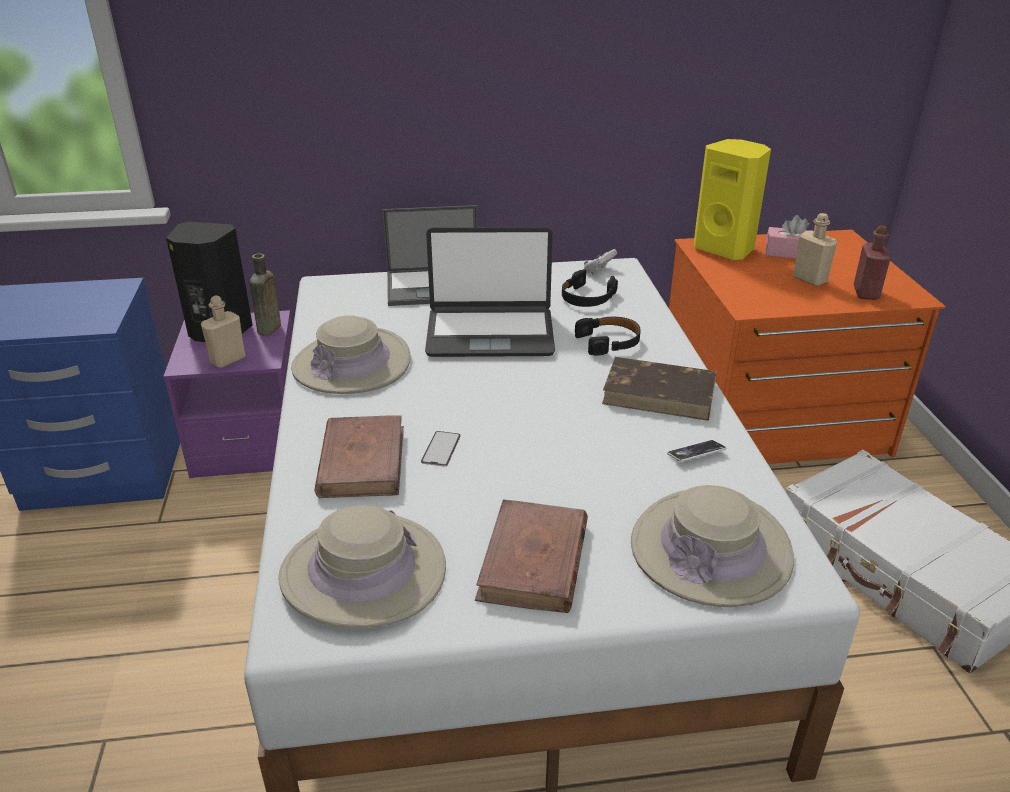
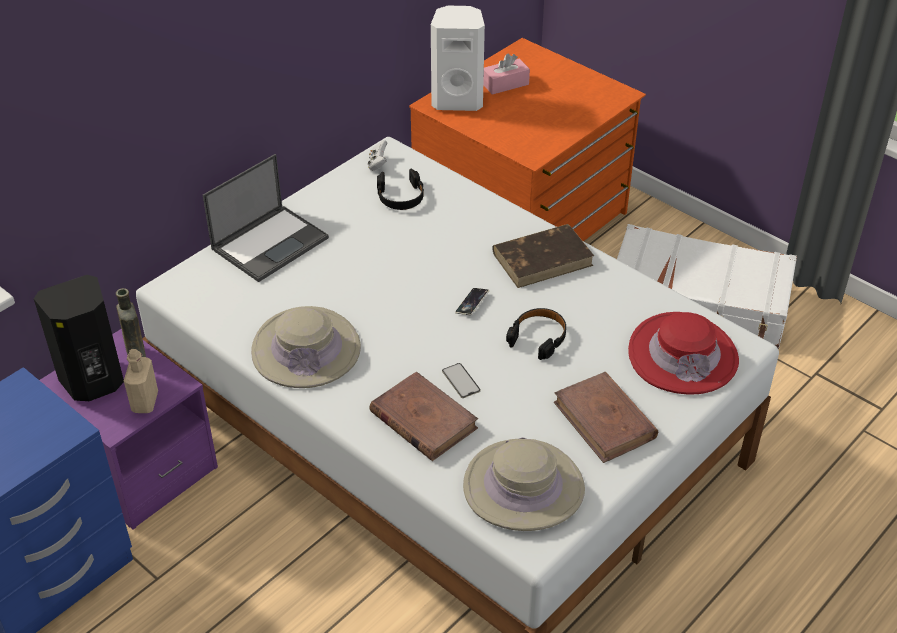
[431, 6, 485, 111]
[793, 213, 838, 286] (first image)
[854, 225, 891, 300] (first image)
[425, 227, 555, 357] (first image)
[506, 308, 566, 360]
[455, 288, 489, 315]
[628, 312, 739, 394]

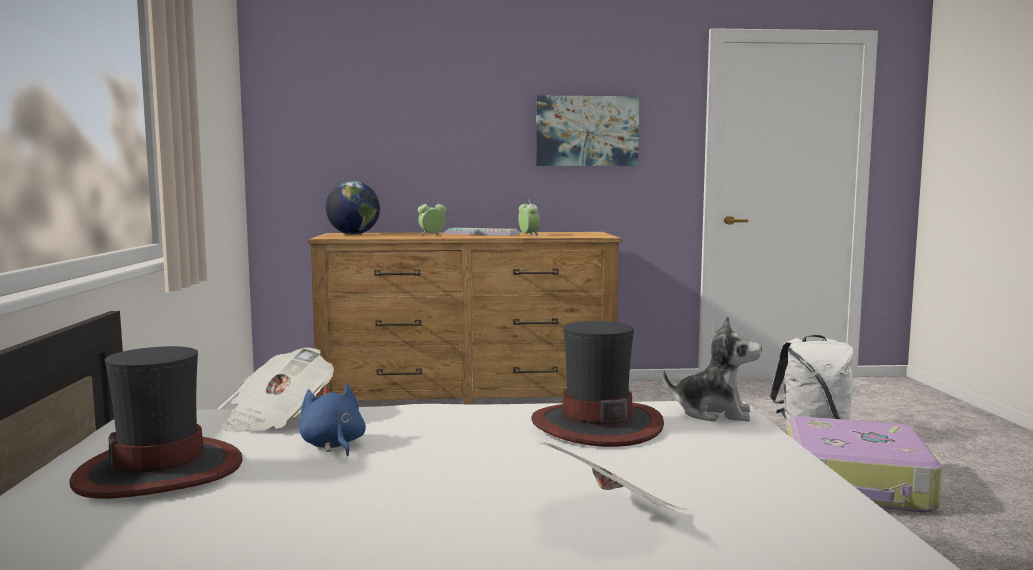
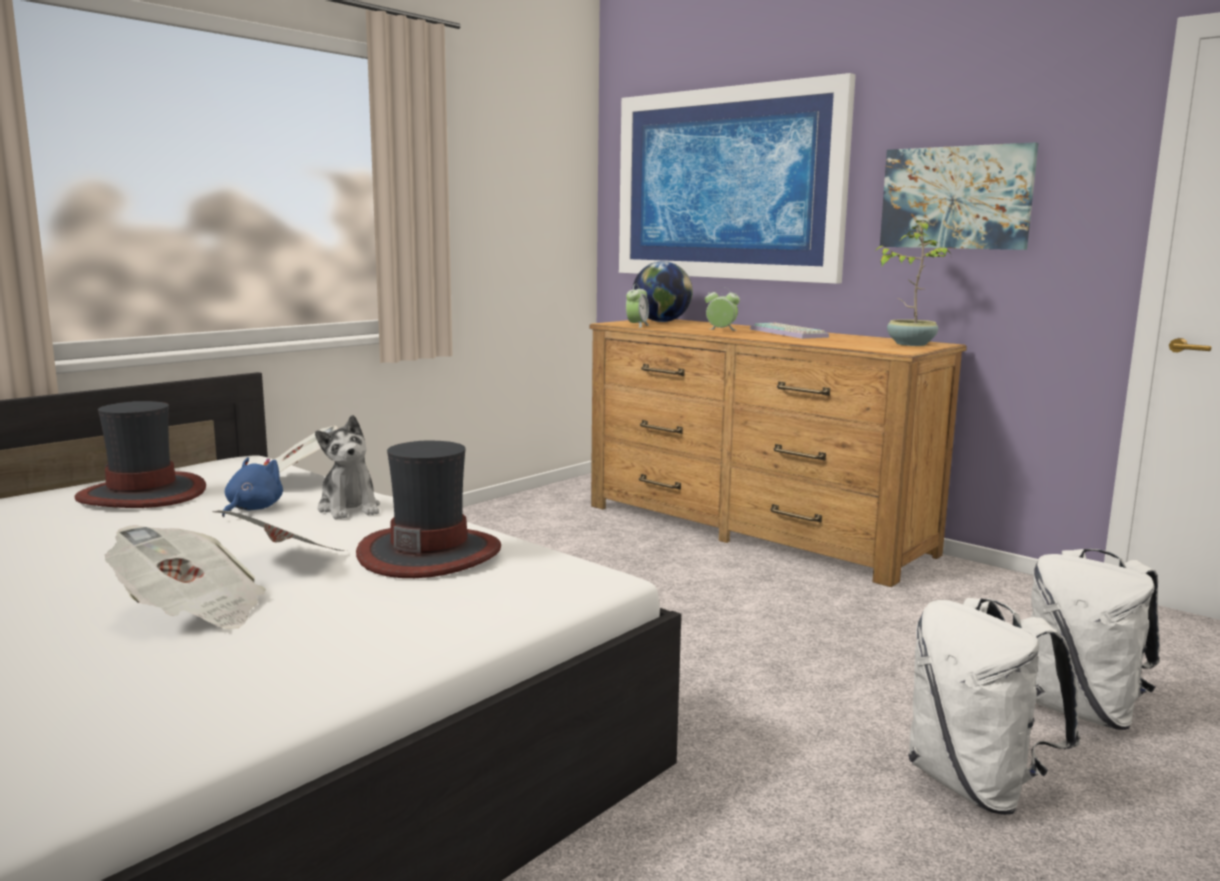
[626, 284, 649, 328]
[315, 415, 380, 520]
[908, 598, 1081, 815]
[619, 73, 856, 284]
[874, 220, 951, 346]
[213, 510, 345, 551]

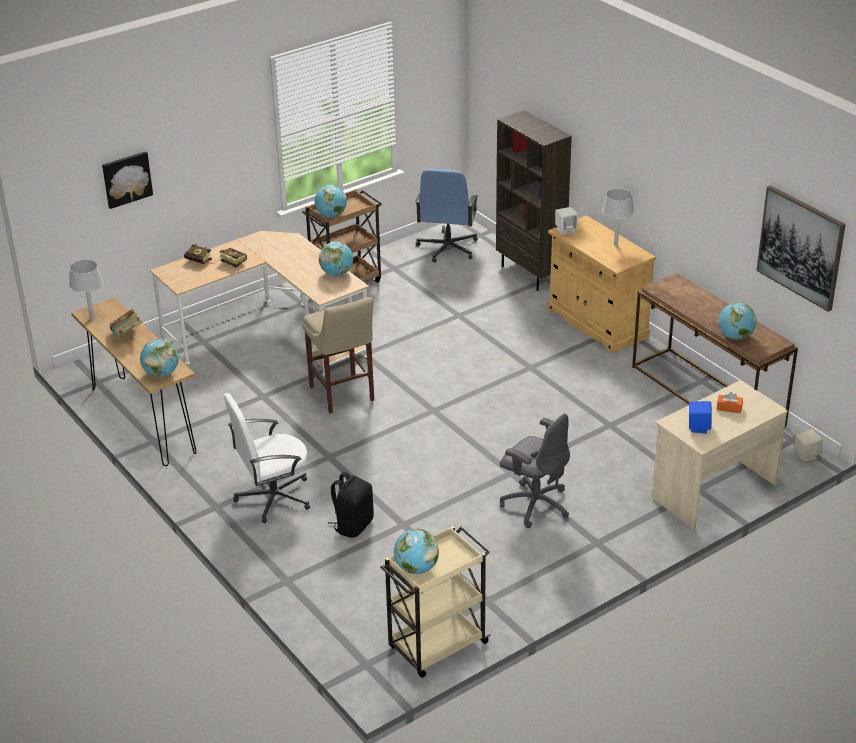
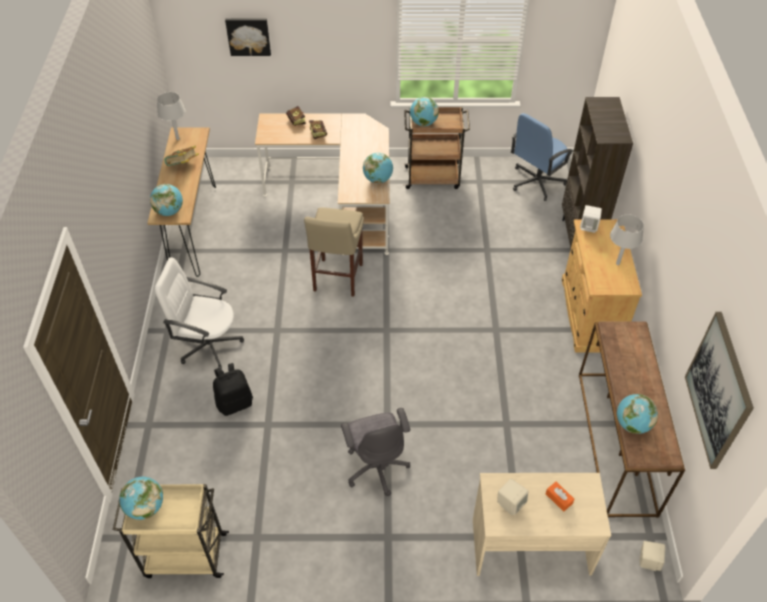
[497, 479, 528, 515]

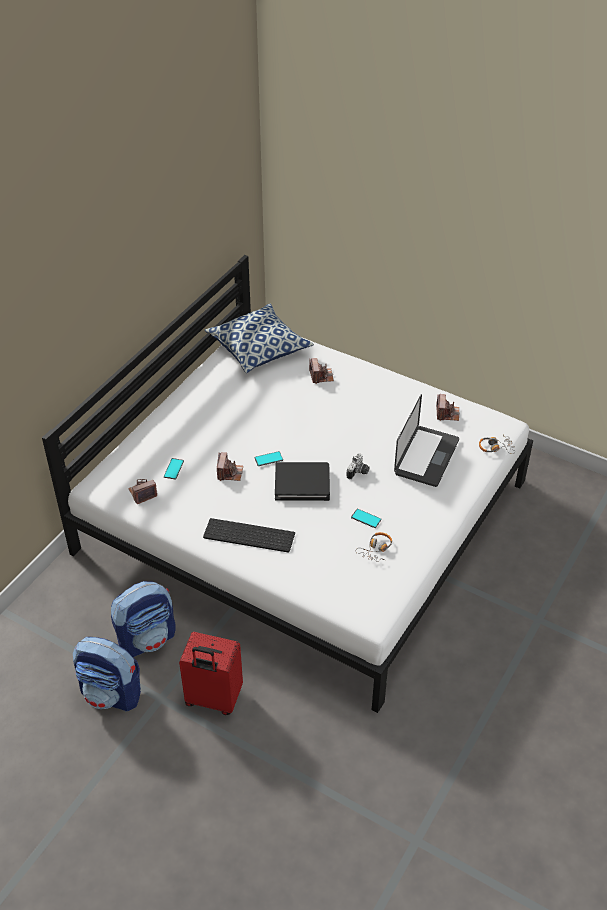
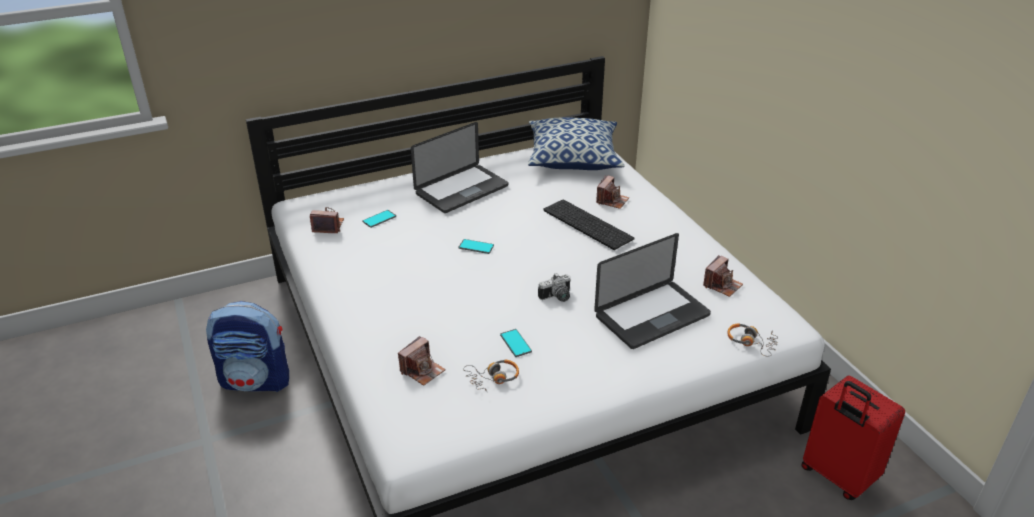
[398, 336, 446, 386]
[275, 462, 330, 501] (first image)
[543, 200, 635, 250]
[801, 376, 905, 500]
[73, 637, 141, 711] (first image)
[411, 122, 508, 213]

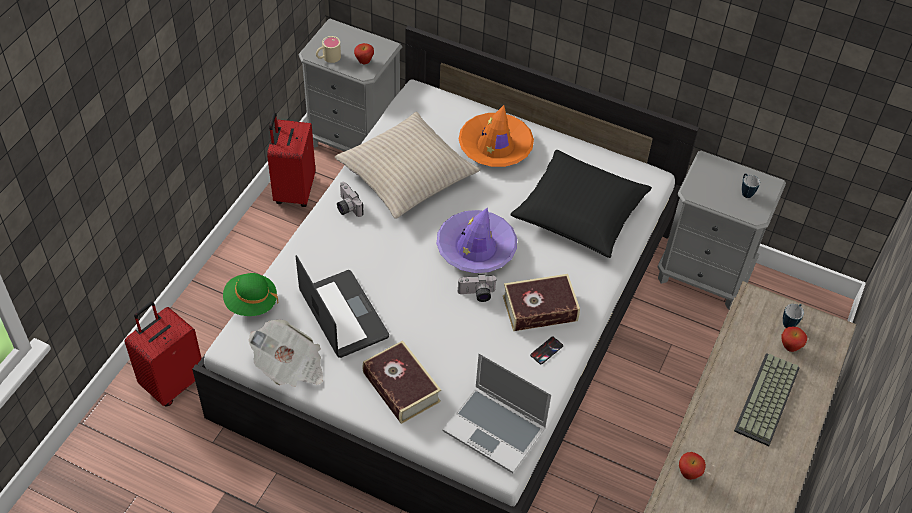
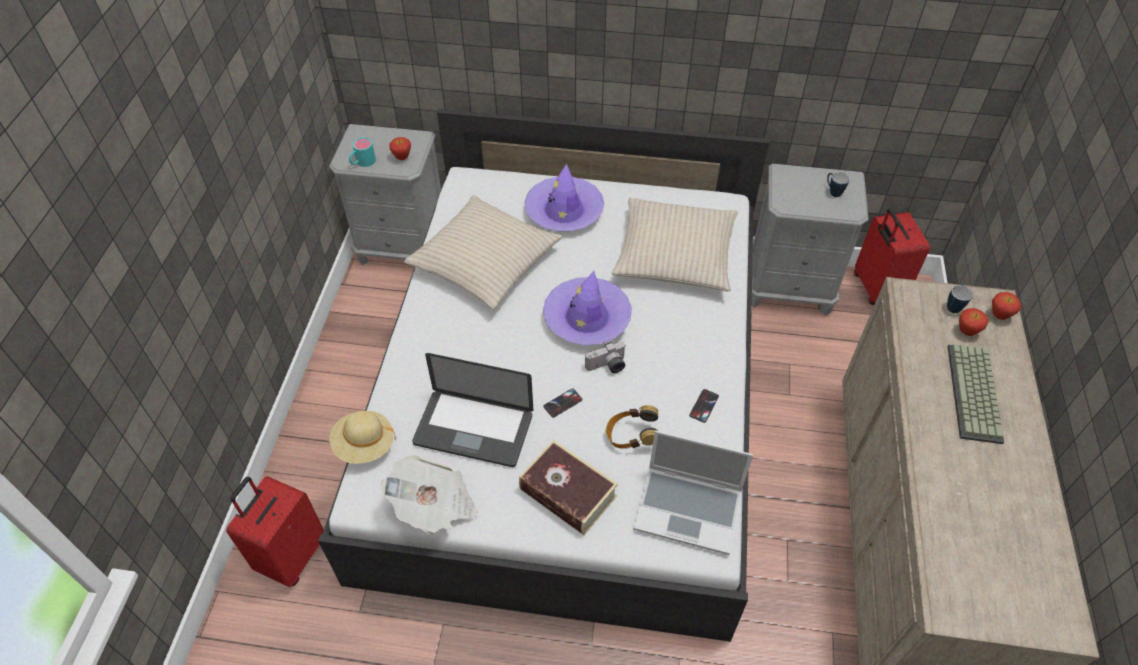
[349, 138, 376, 167]
[524, 164, 604, 231]
[854, 208, 930, 305]
[611, 198, 738, 291]
[337, 182, 364, 217] (first image)
[412, 353, 533, 467]
[329, 411, 395, 464]
[503, 274, 580, 331] (first image)
[992, 292, 1021, 320]
[543, 388, 582, 418]
[606, 405, 658, 449]

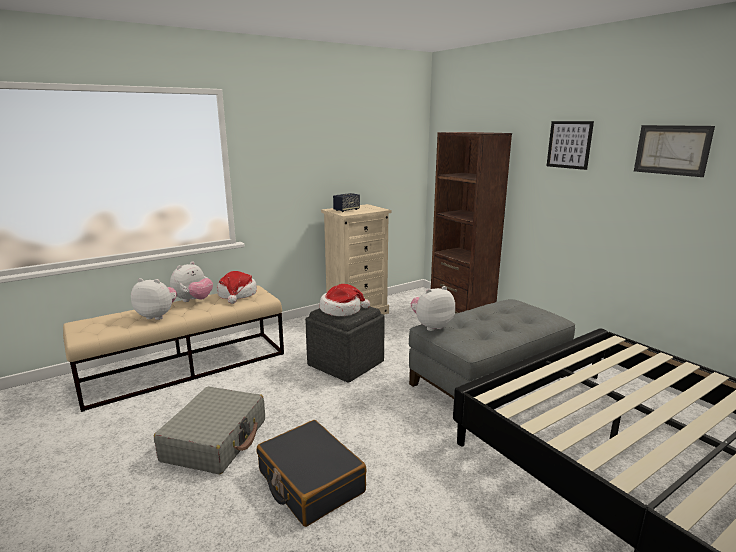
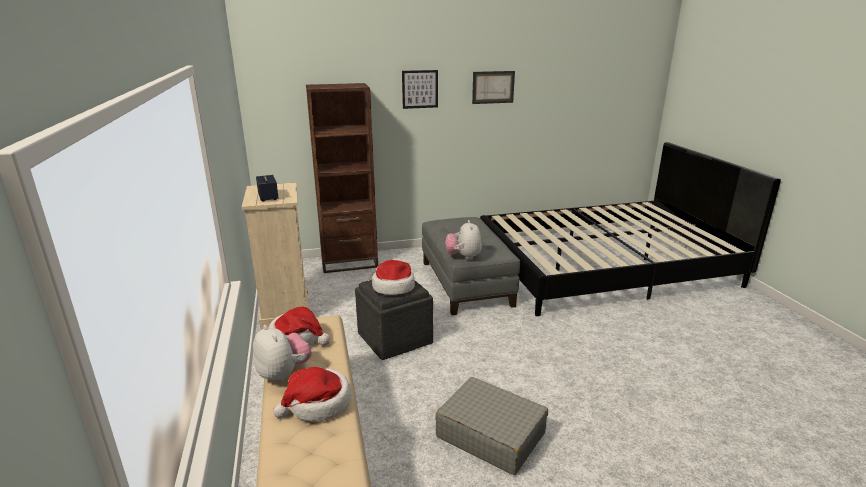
[273, 367, 352, 422]
[257, 420, 367, 527] (first image)

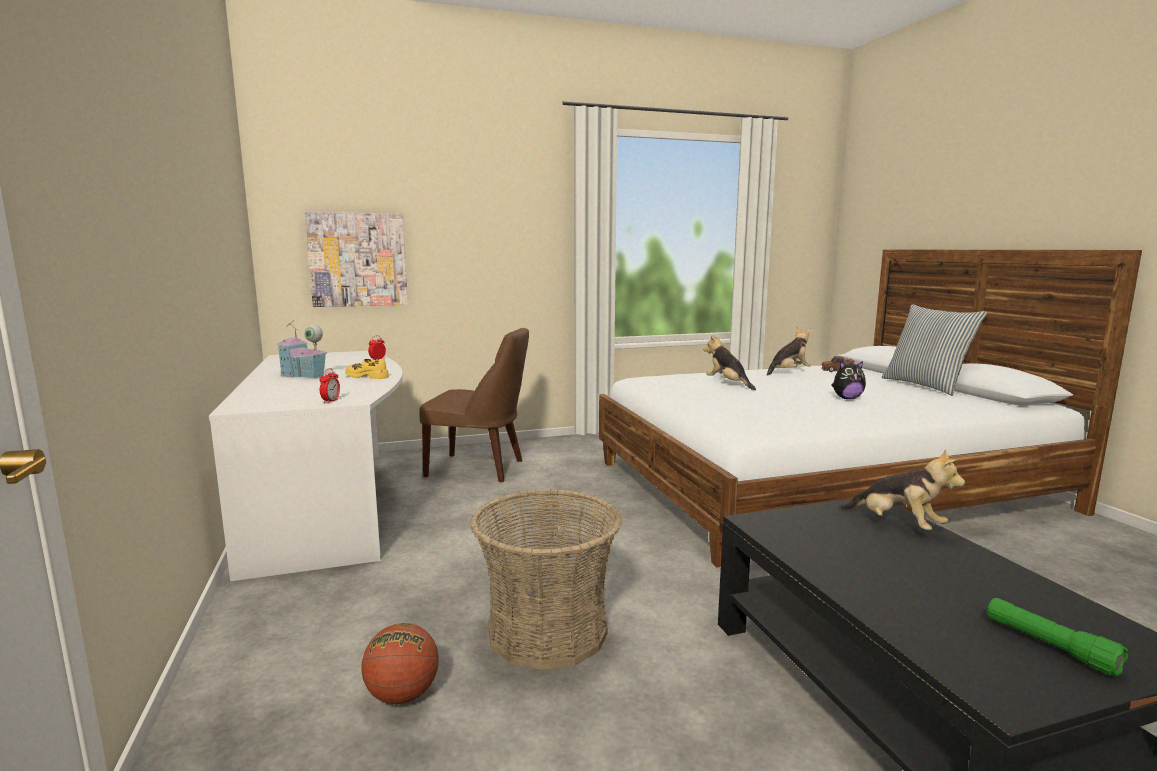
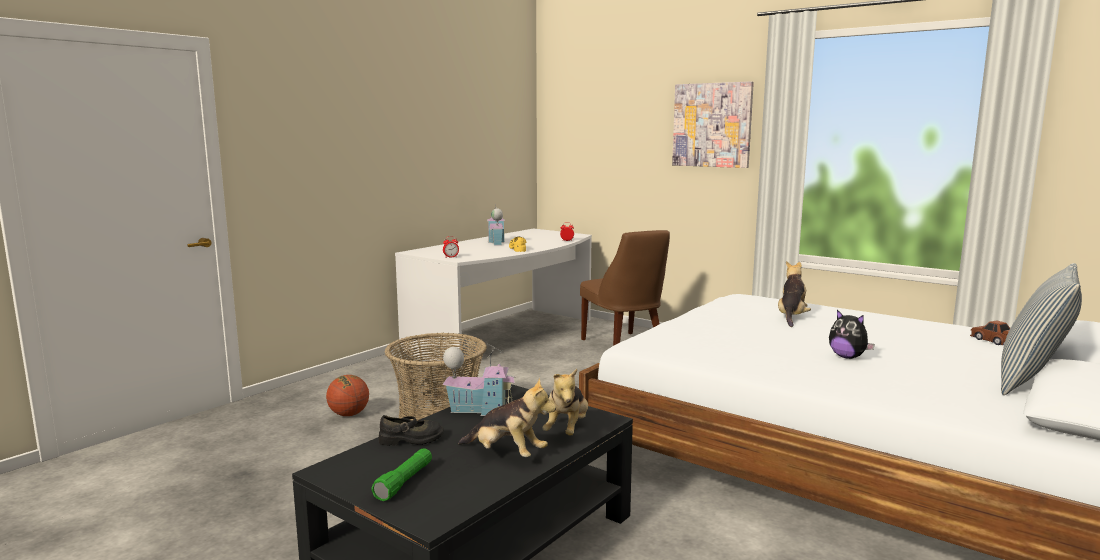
[672, 81, 754, 168]
[458, 378, 556, 457]
[442, 343, 516, 416]
[379, 415, 444, 446]

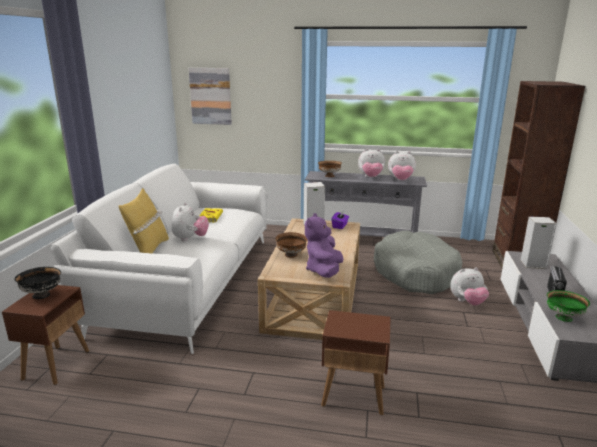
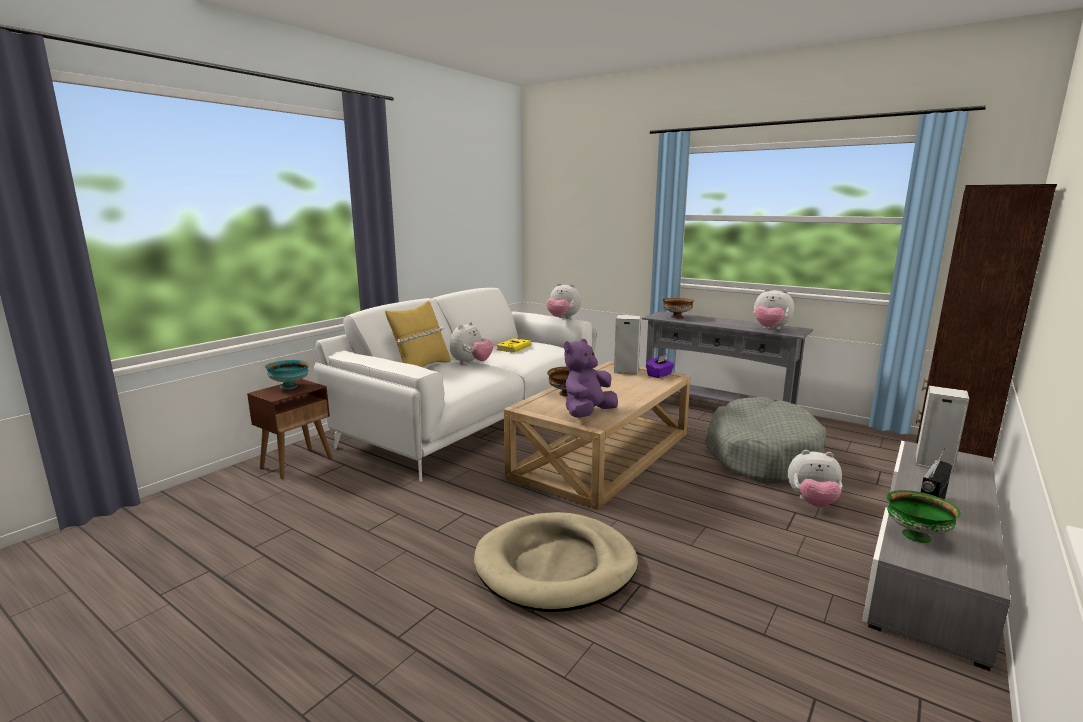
[189, 68, 232, 125] (first image)
[546, 283, 581, 319]
[265, 360, 309, 389]
[474, 512, 638, 612]

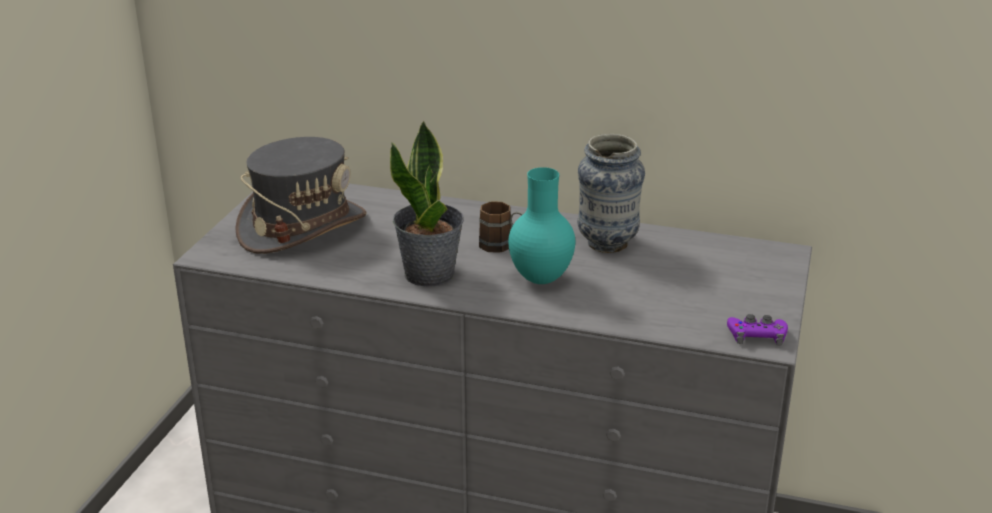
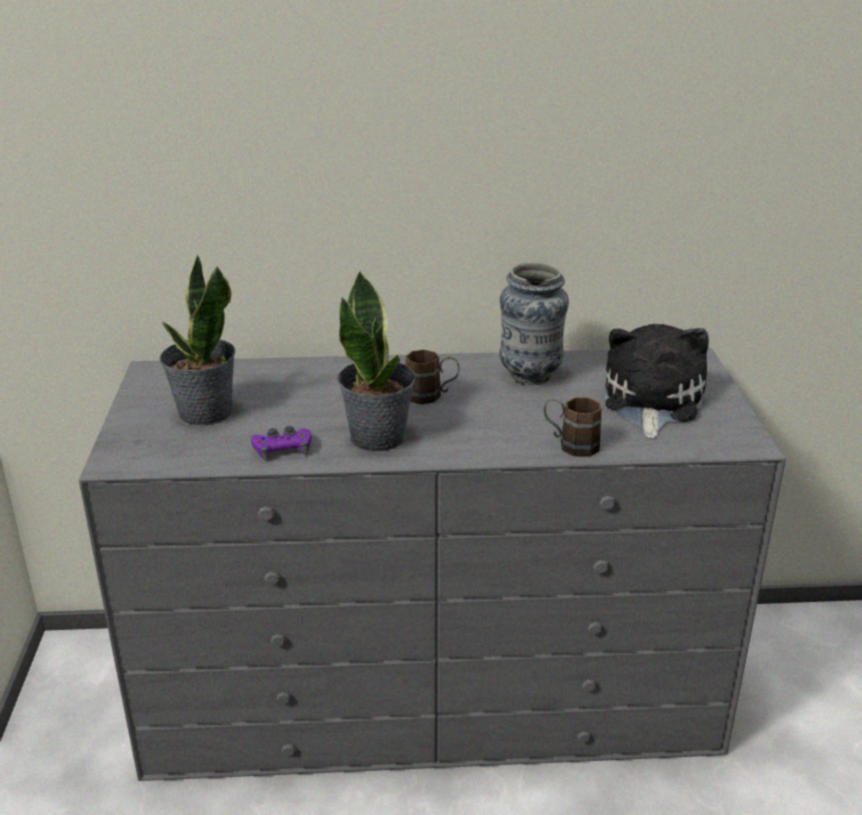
[159, 254, 236, 425]
[508, 167, 575, 284] (first image)
[251, 426, 312, 460]
[605, 324, 709, 439]
[544, 397, 602, 457]

